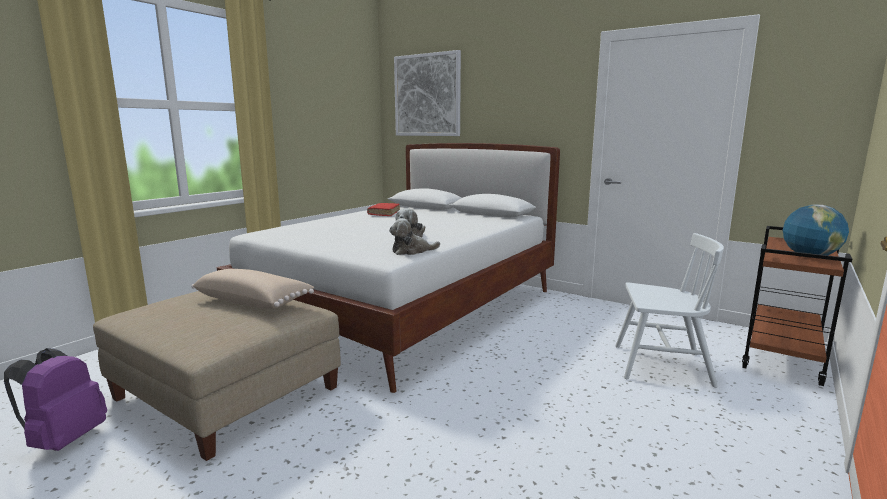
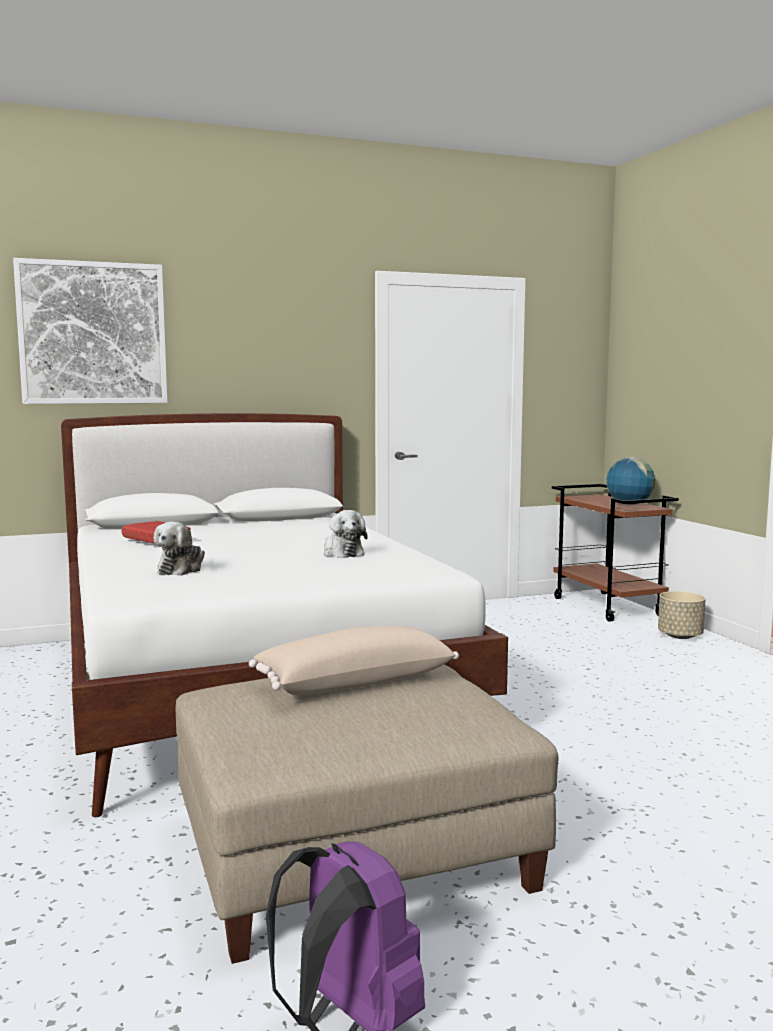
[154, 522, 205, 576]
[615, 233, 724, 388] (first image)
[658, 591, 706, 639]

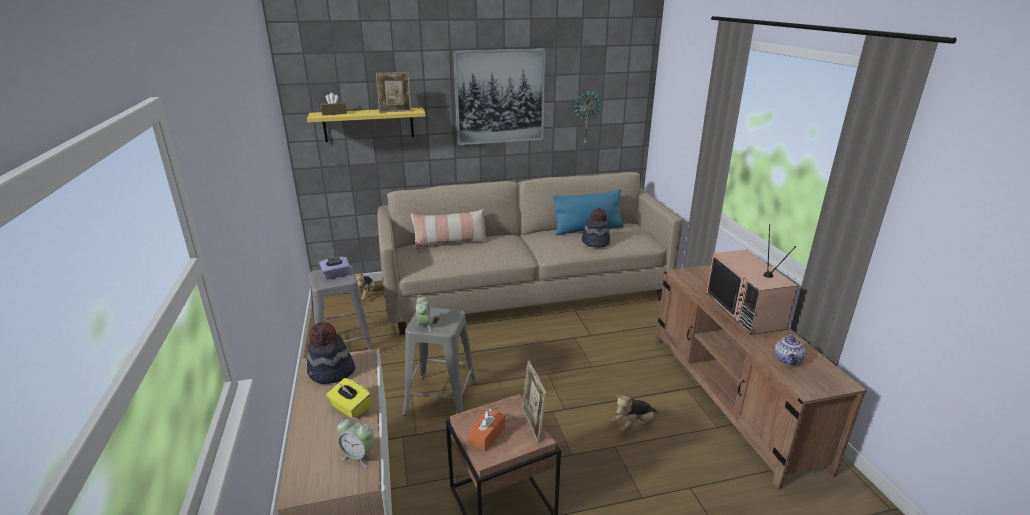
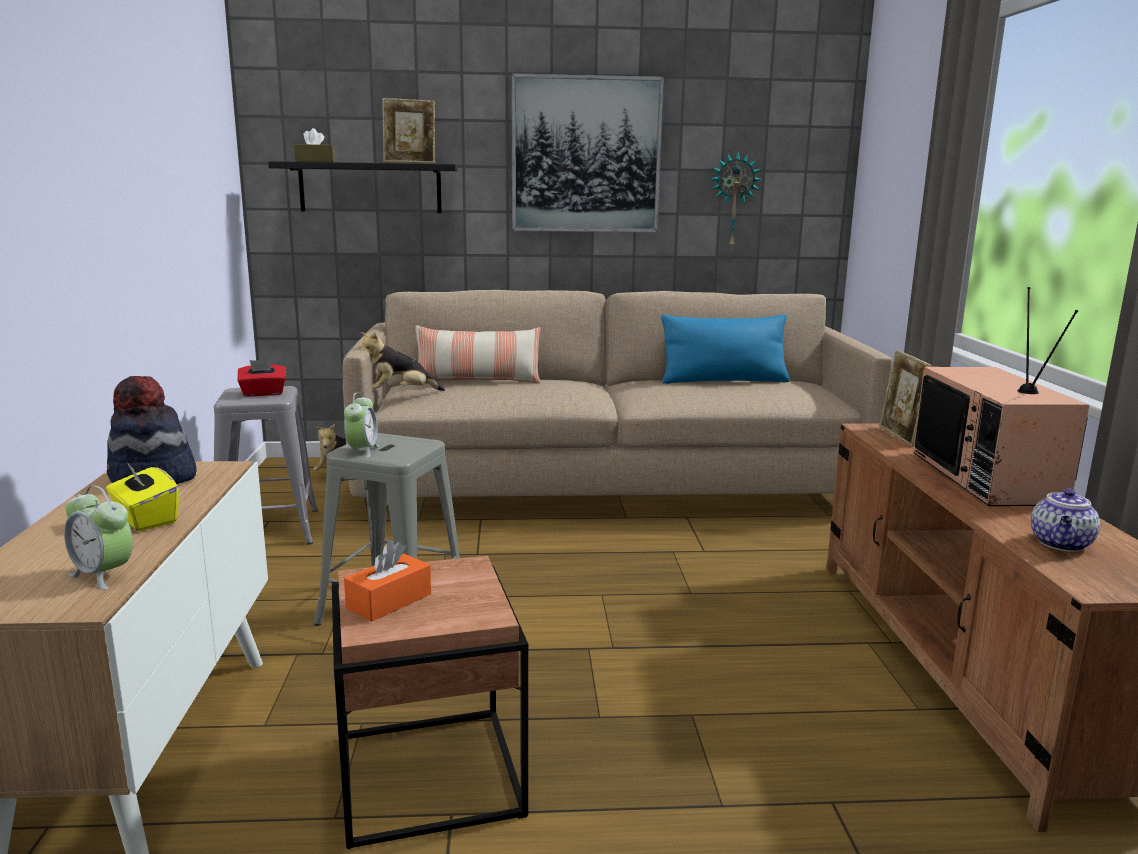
[268, 161, 458, 213]
[582, 208, 610, 248] (first image)
[237, 360, 286, 397]
[879, 350, 933, 447]
[361, 332, 445, 391]

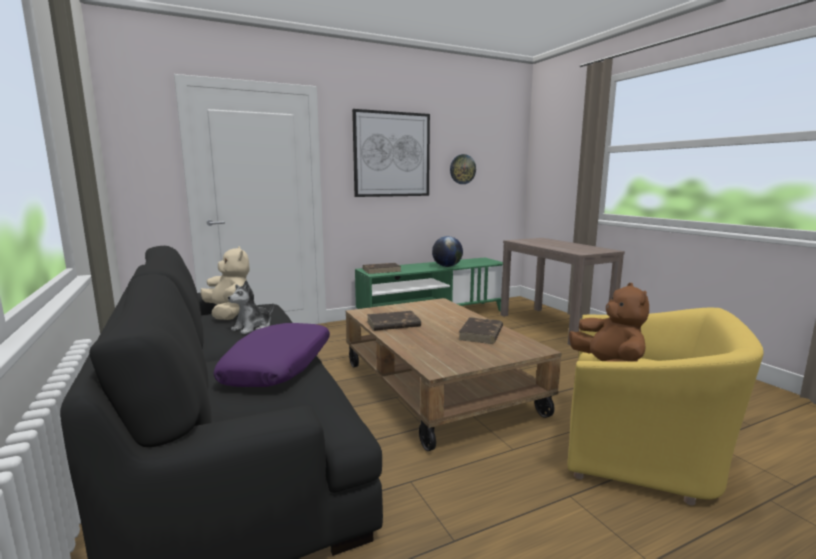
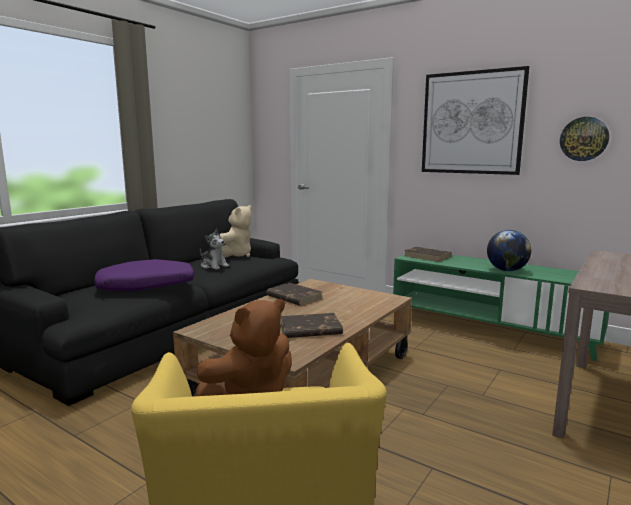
[200, 228, 229, 270]

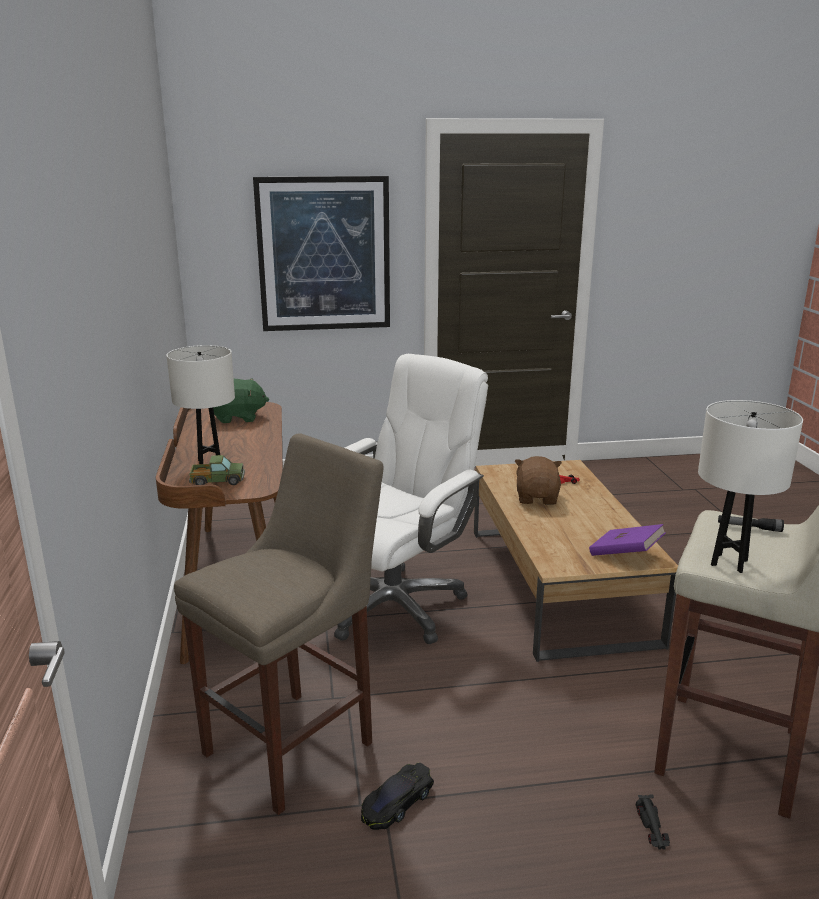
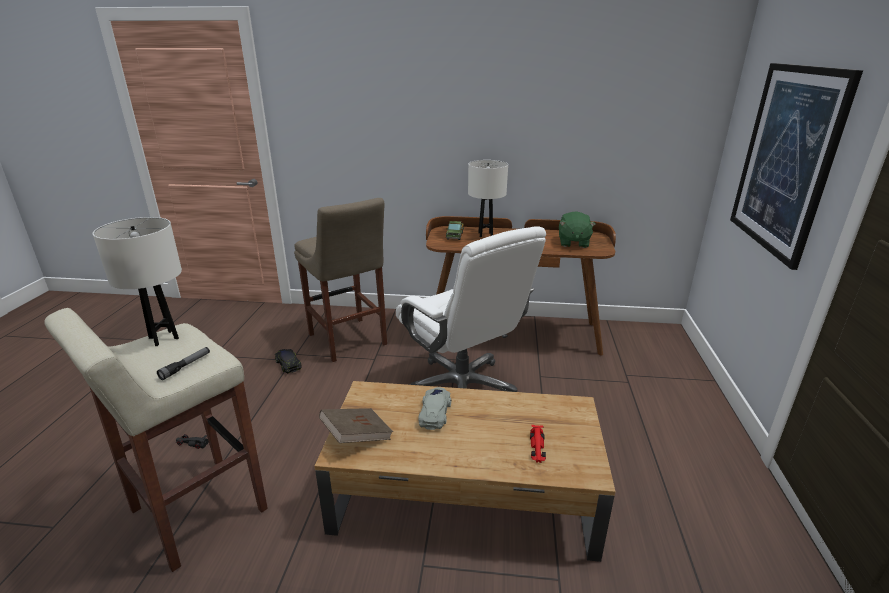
[515, 456, 562, 505] (first image)
[319, 408, 393, 443]
[418, 387, 451, 430]

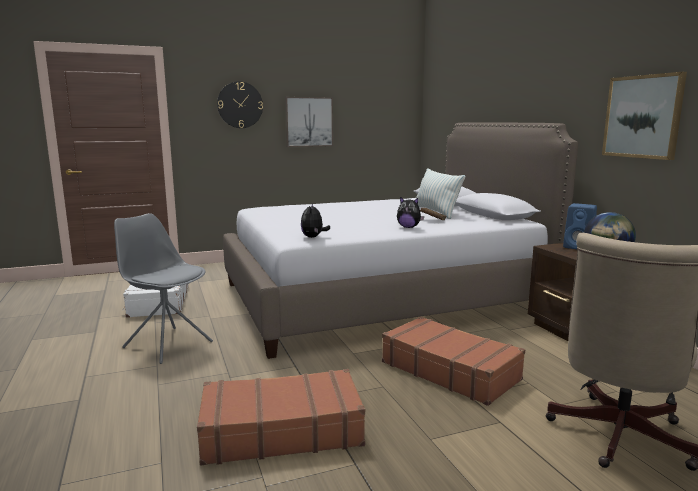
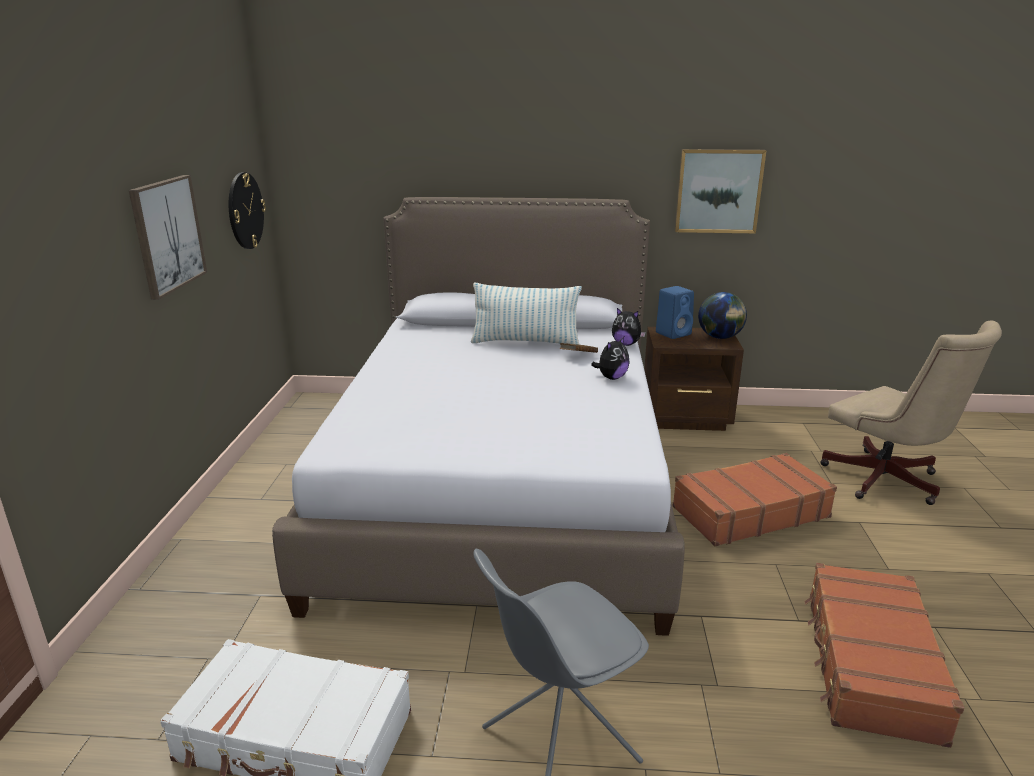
[229, 172, 266, 249]
[612, 308, 646, 346]

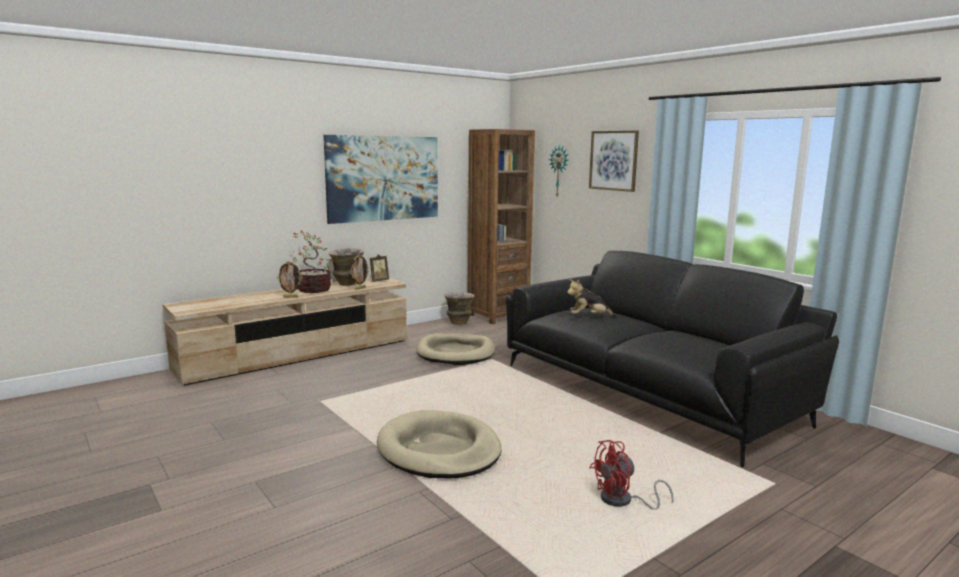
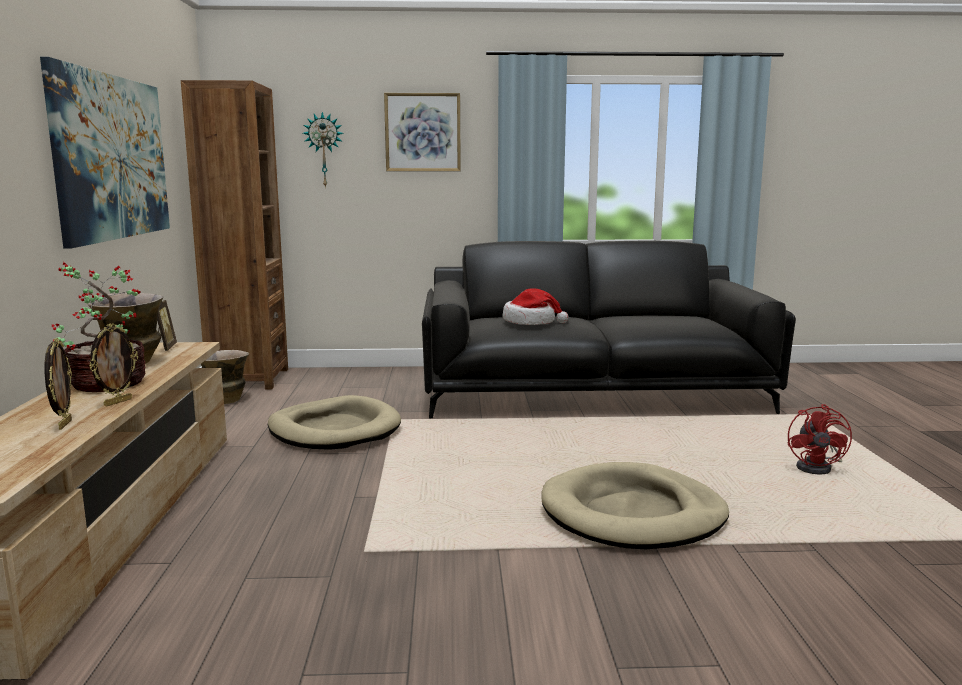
[45, 338, 72, 430]
[503, 288, 568, 325]

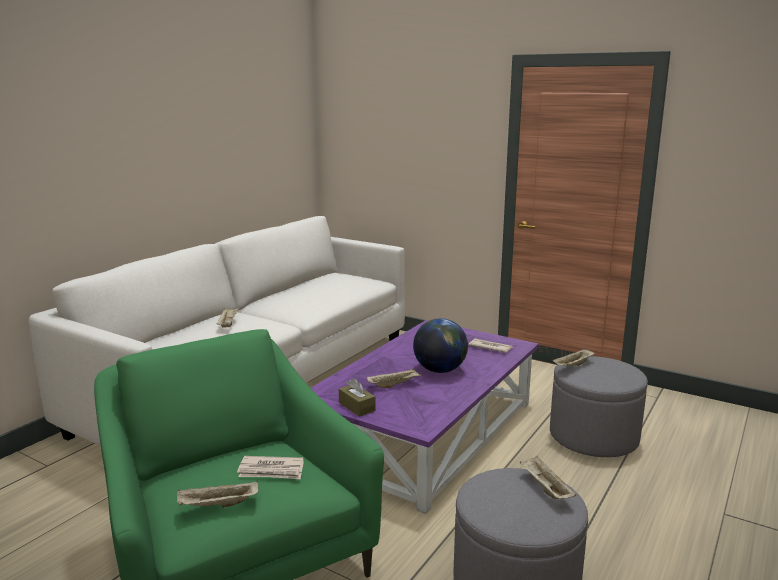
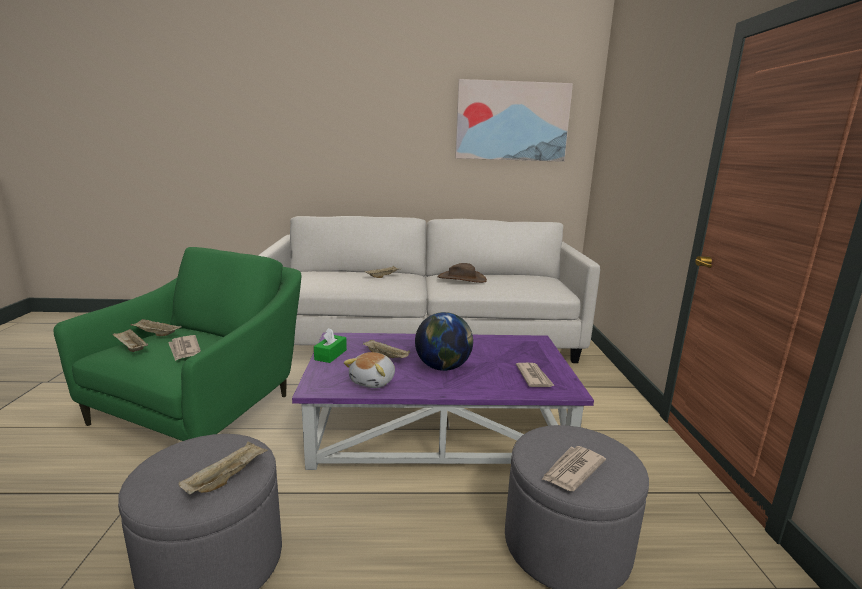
[130, 319, 181, 336]
[314, 328, 347, 363]
[455, 79, 573, 162]
[437, 263, 487, 283]
[344, 352, 395, 388]
[541, 446, 606, 491]

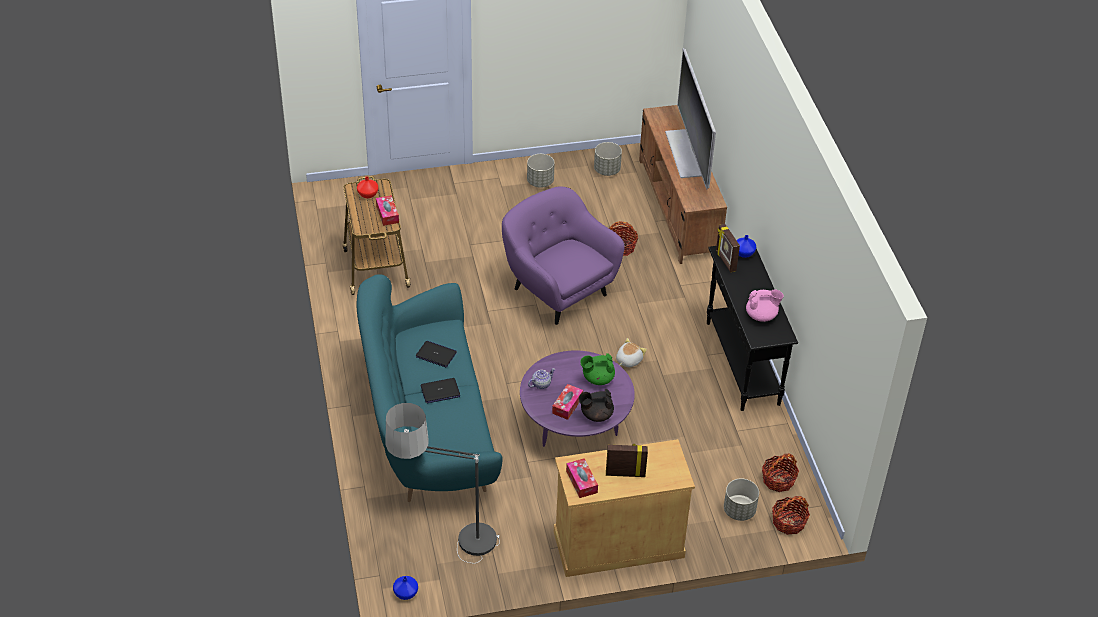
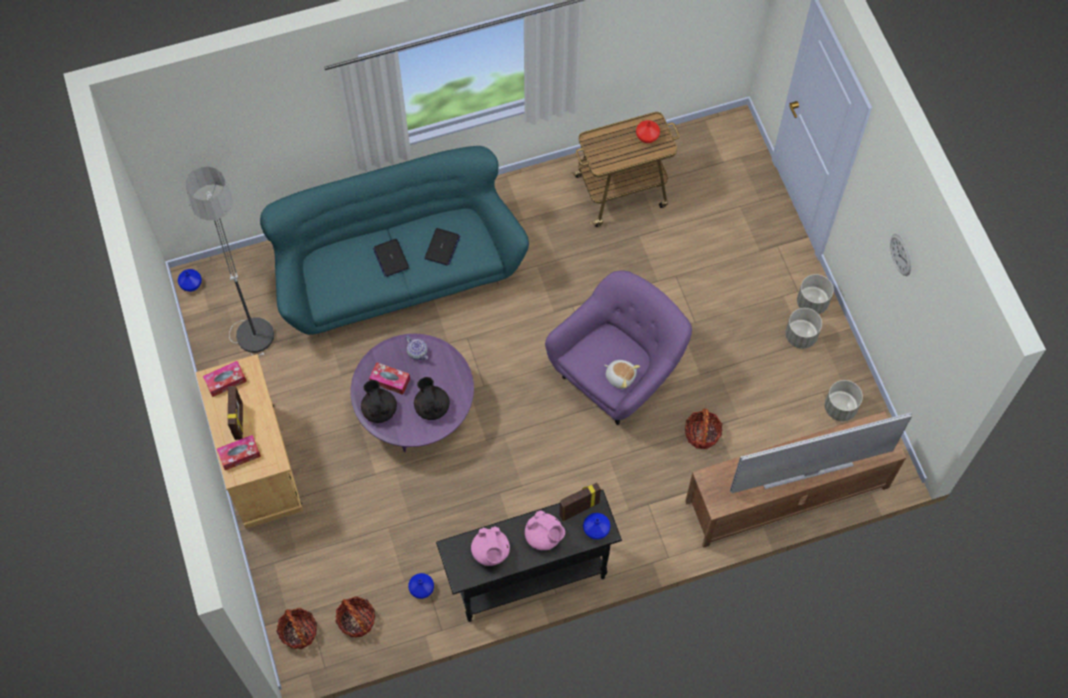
[217, 435, 261, 470]
[605, 360, 640, 389]
[414, 377, 450, 420]
[797, 274, 834, 314]
[890, 234, 911, 276]
[525, 510, 565, 550]
[408, 573, 434, 599]

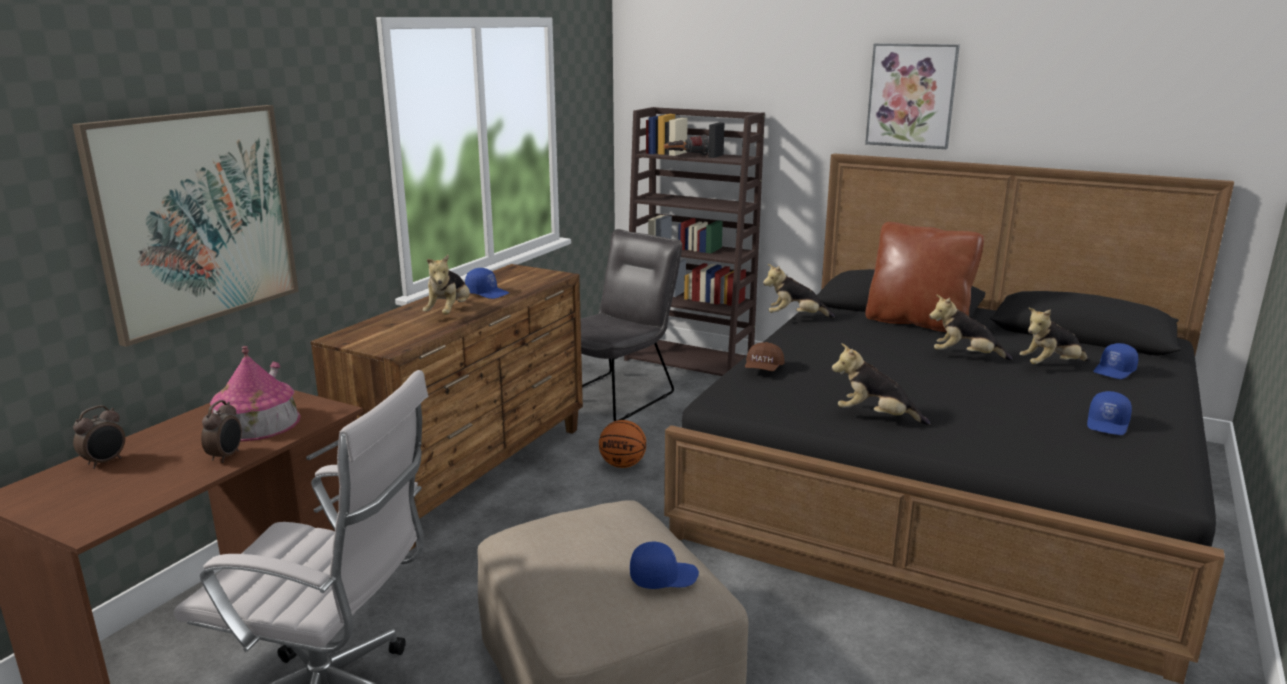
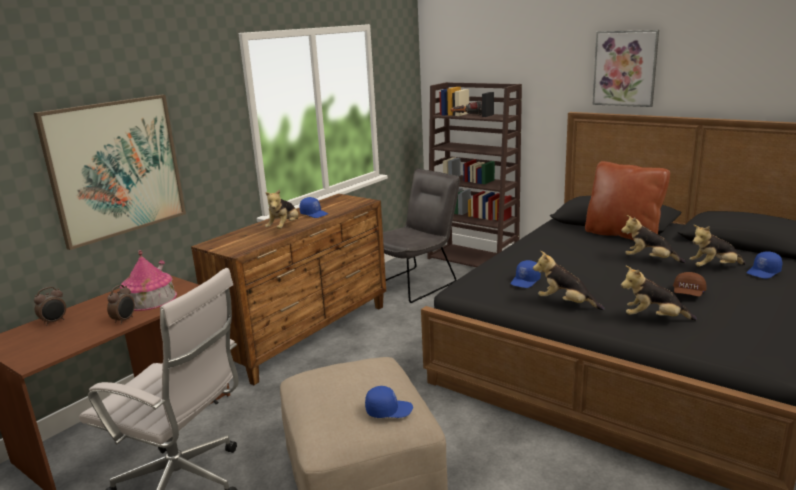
[621, 266, 697, 321]
[673, 272, 707, 297]
[510, 260, 541, 288]
[599, 420, 646, 468] (first image)

